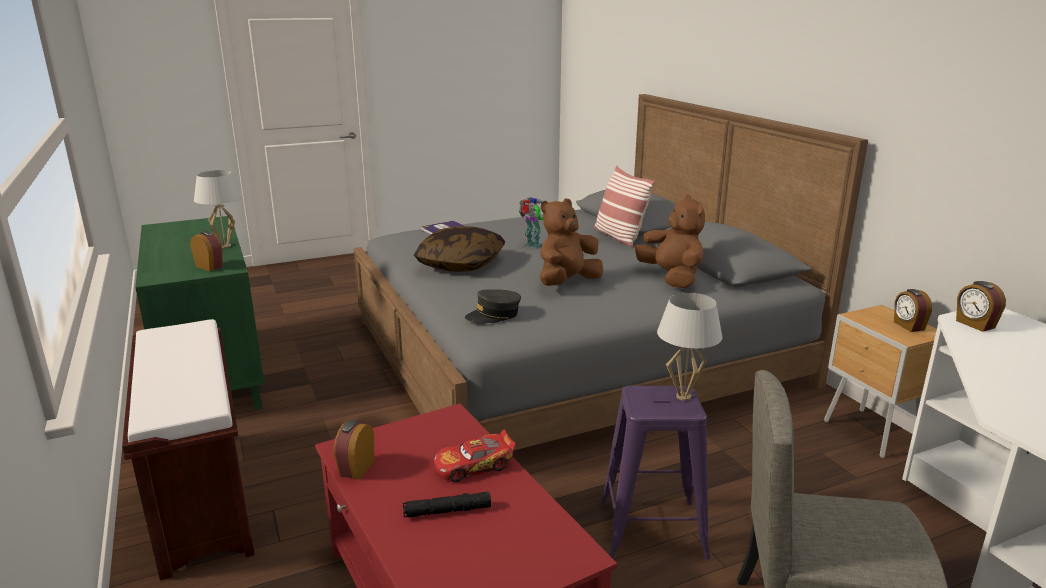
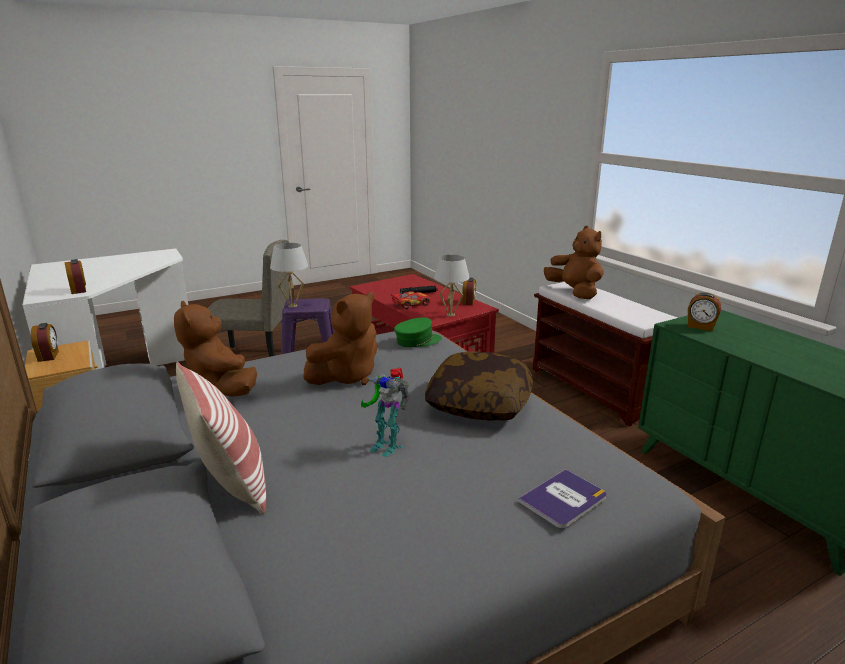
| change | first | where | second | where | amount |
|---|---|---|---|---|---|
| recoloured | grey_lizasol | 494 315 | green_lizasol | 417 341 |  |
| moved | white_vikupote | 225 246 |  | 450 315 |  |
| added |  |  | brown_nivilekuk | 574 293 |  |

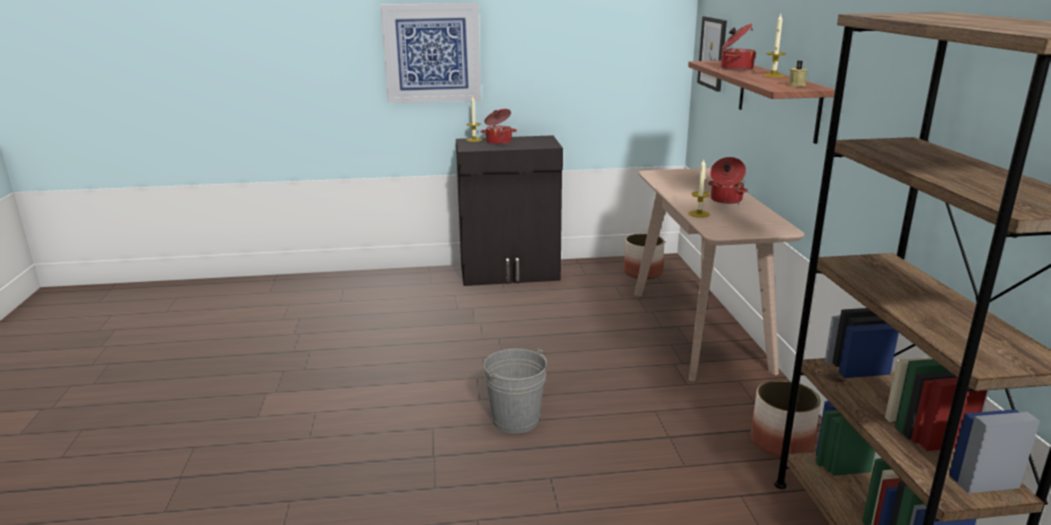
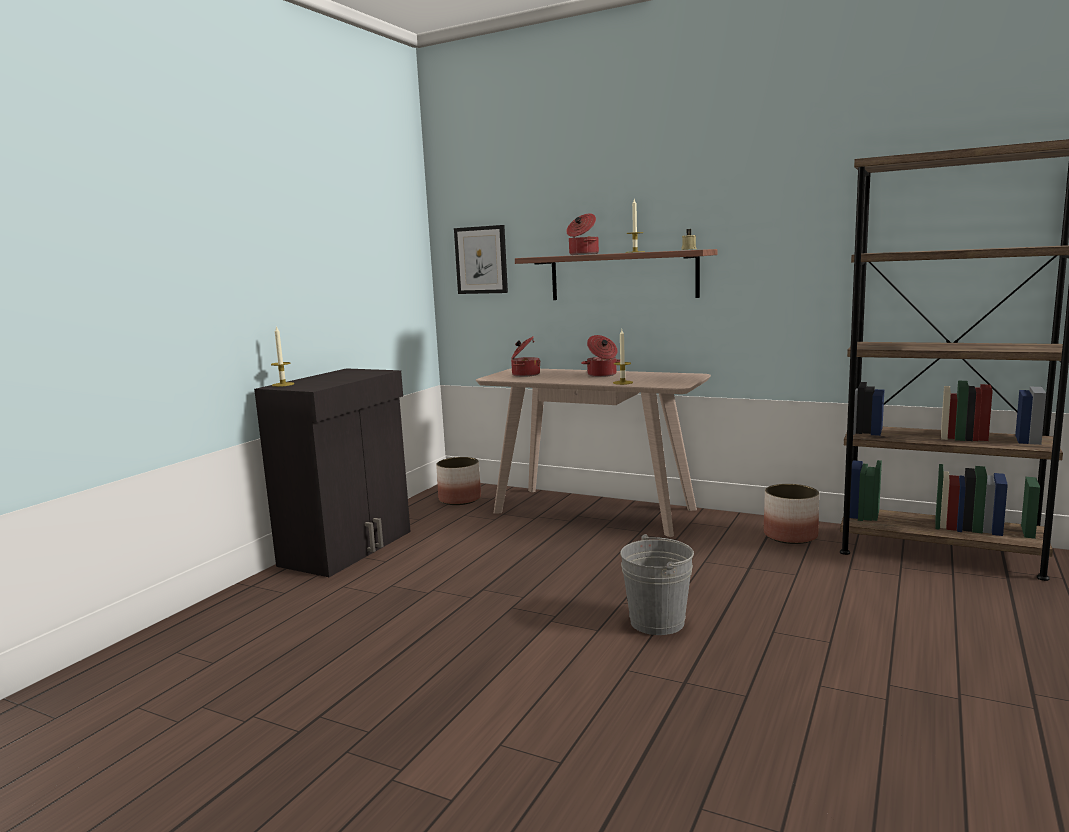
| change | first | where | second | where | amount |
|---|---|---|---|---|---|
| moved | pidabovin | 498 142 |  | 525 374 |  |
| removed | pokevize | 432 53 |  |  |  |

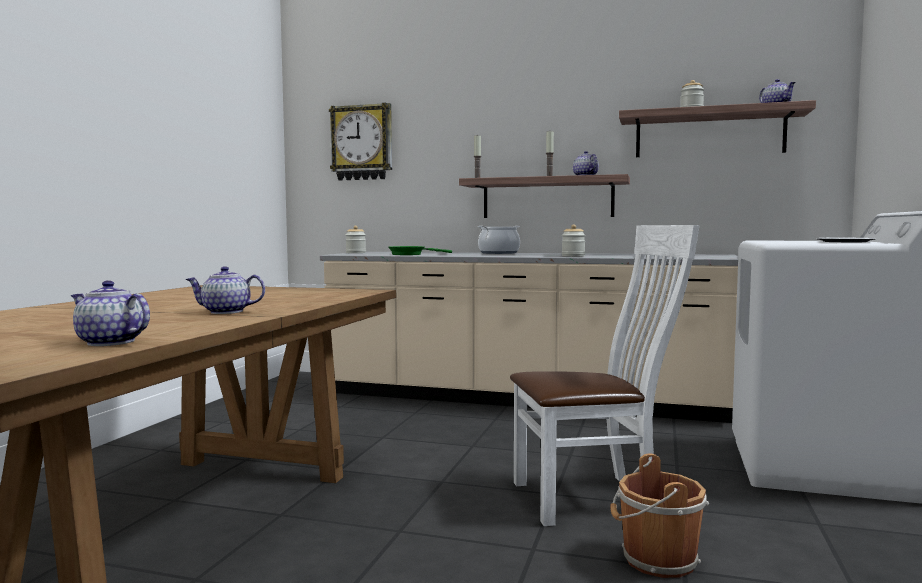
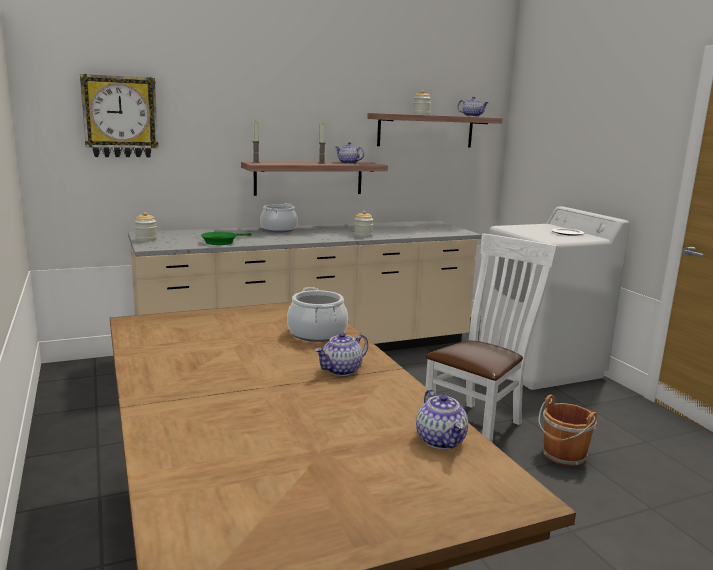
| change | first | where | second | where | amount |
|---|---|---|---|---|---|
| added |  |  | pidabovin | 317 333 |  |
| turned | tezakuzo | 109 342 |  | 441 440 | 90 degrees counterclockwise |

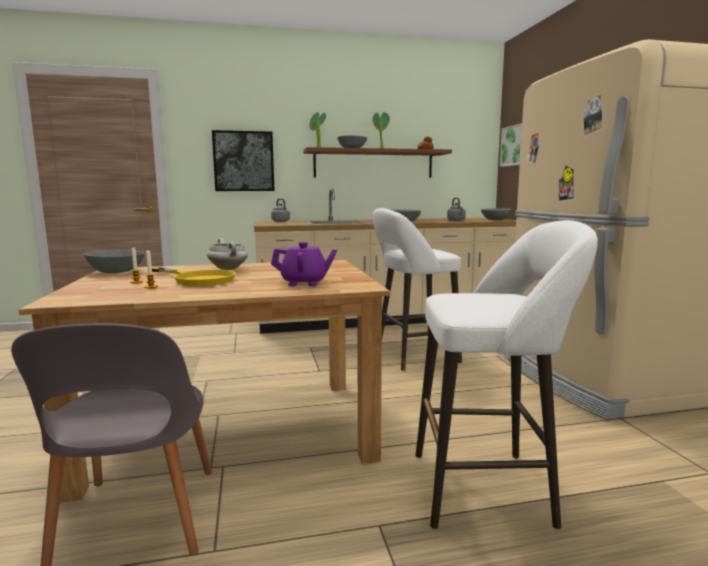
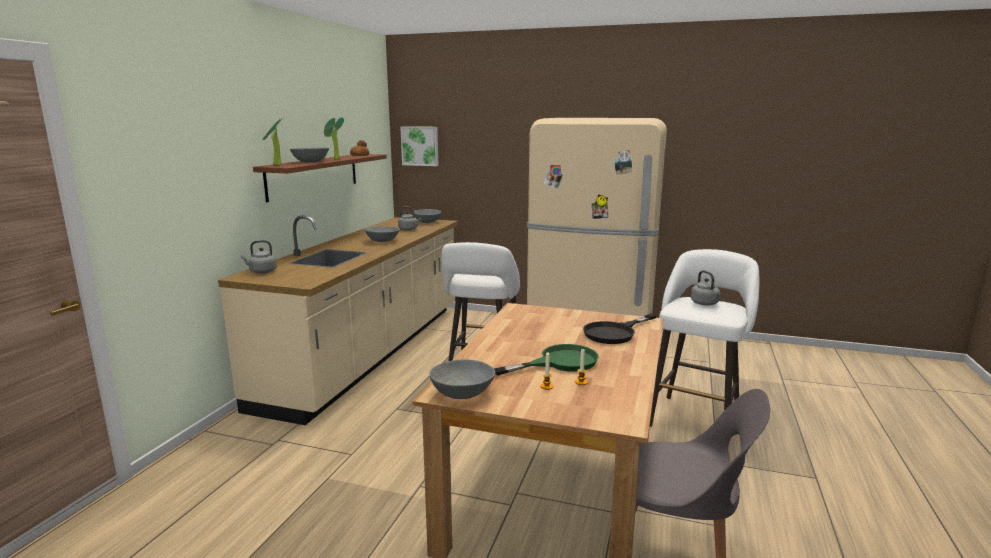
| change | first | where | second | where | amount |
|---|---|---|---|---|---|
| recoloured | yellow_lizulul | 198 279 | green_lizulul | 559 362 |  |
| replaced | purple_tezakuzo | 304 283 | black_lizulul | 615 332 |  |
| added |  |  | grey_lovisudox | 705 304 |  |
| removed | white_pidabovin | 229 269 |  |  |  |
| removed | pokevize | 243 161 |  |  |  |

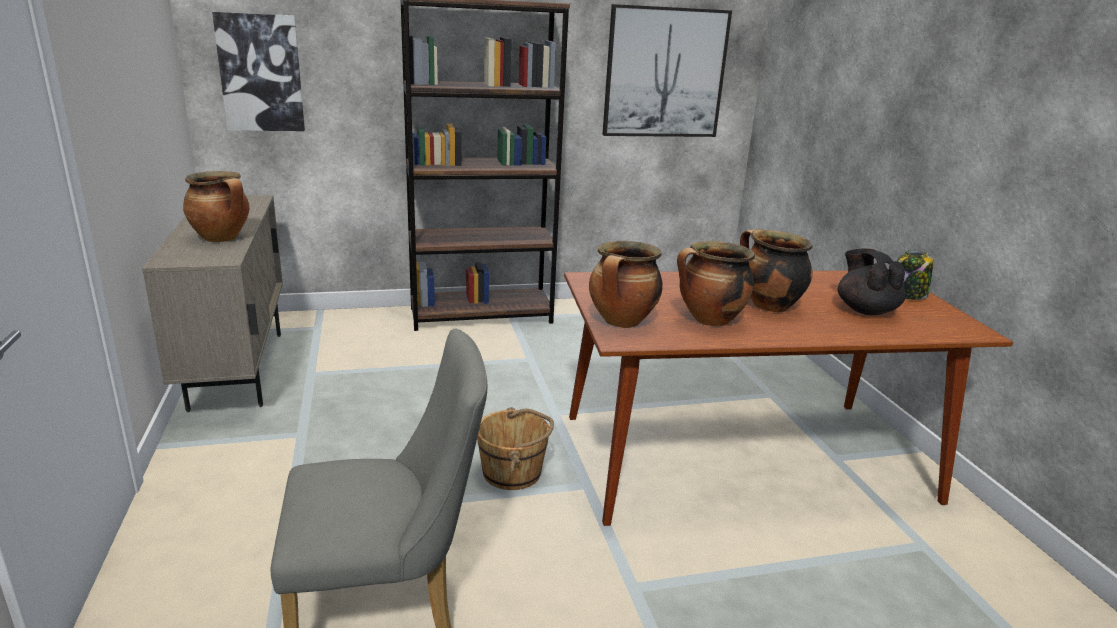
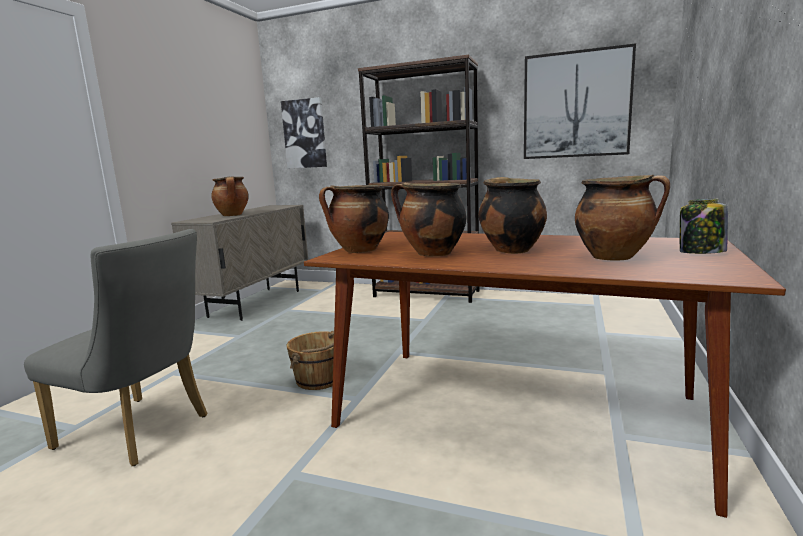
| change | first | where | second | where | amount |
|---|---|---|---|---|---|
| replaced | black_tezakuzo | 865 310 | pidabovin | 615 257 |  |

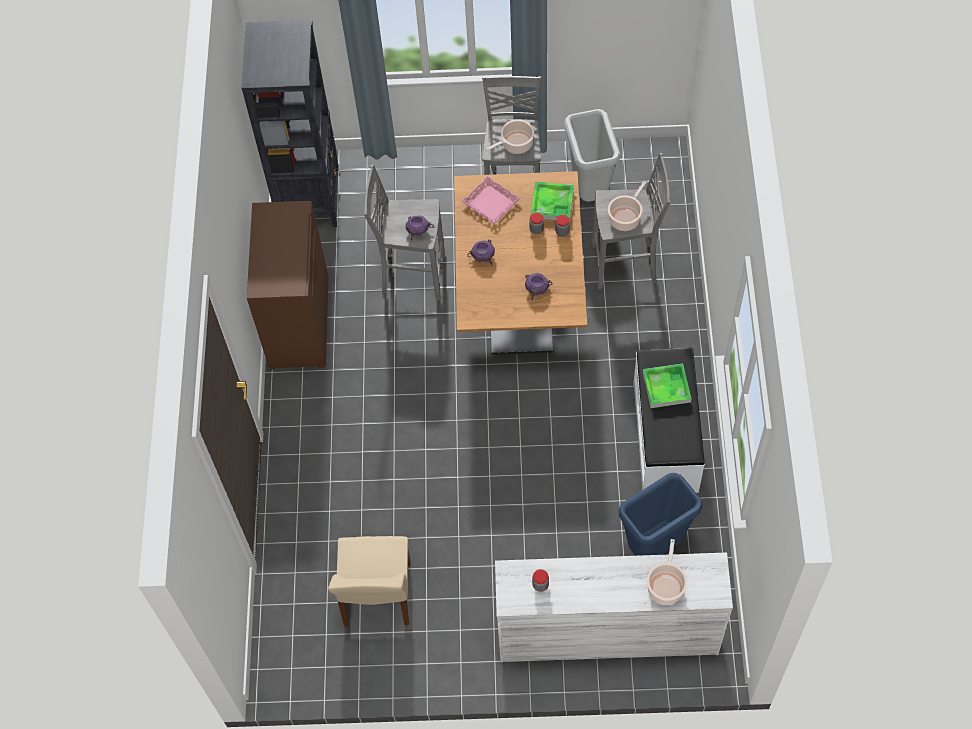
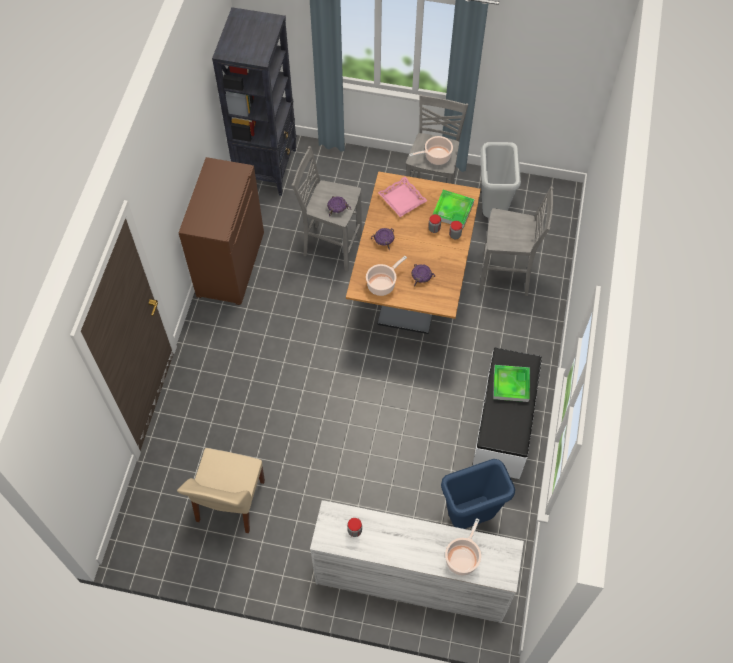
| change | first | where | second | where | amount |
|---|---|---|---|---|---|
| moved | pidabovin | 625 218 |  | 382 284 |  |

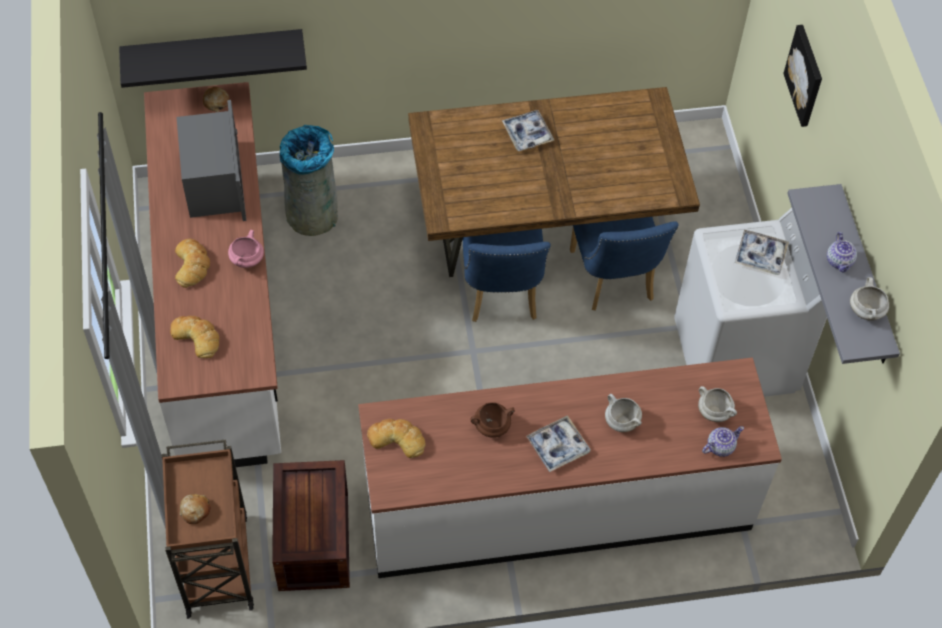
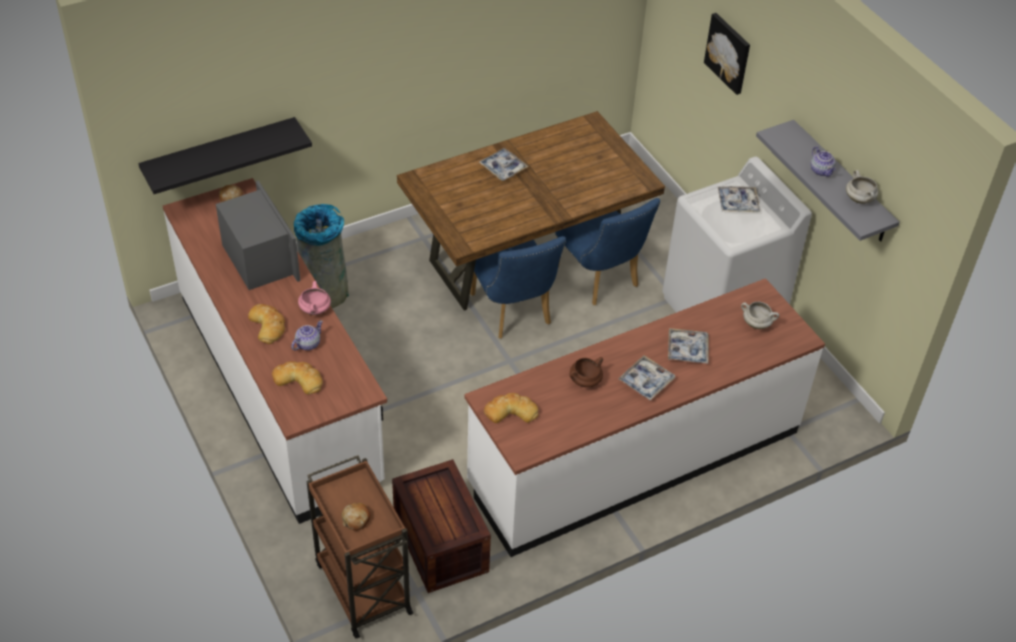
| change | first | where | second | where | amount |
|---|---|---|---|---|---|
| moved | tezakuzo | 720 447 |  | 307 344 |  |
| replaced | white_pidabovin | 621 421 | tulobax | 687 350 |  |

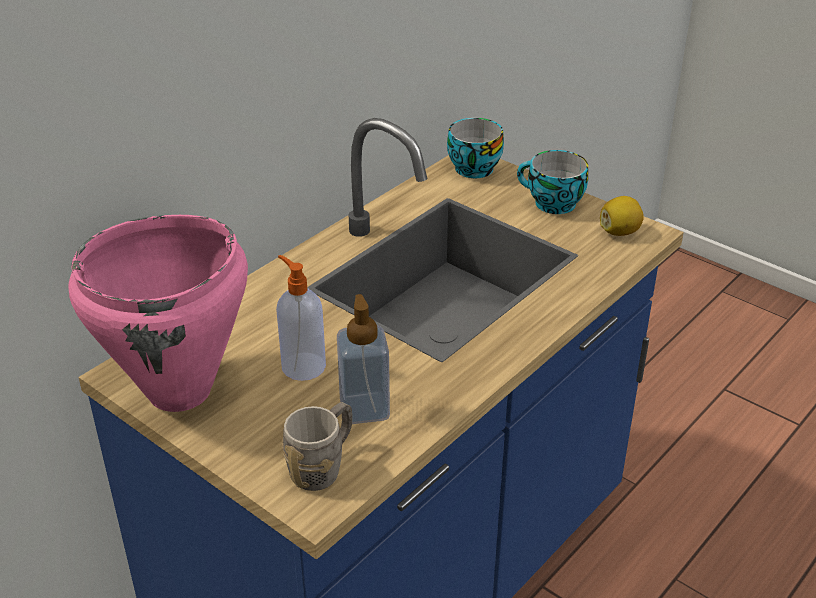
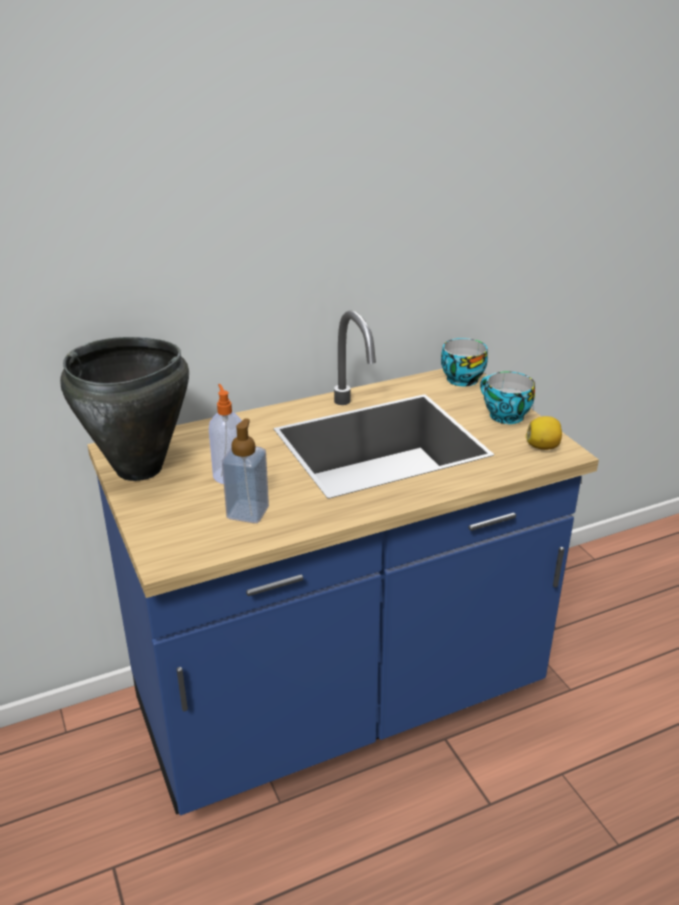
| change | first | where | second | where | amount |
|---|---|---|---|---|---|
| recoloured | pink_pidabovin | 181 391 | black_pidabovin | 139 469 |  |
| removed | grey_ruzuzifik | 323 466 |  |  |  |

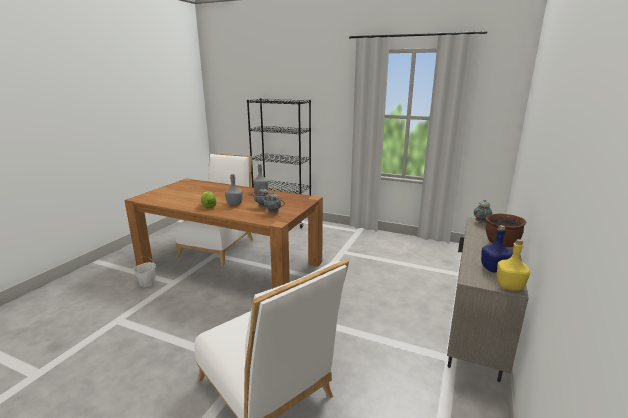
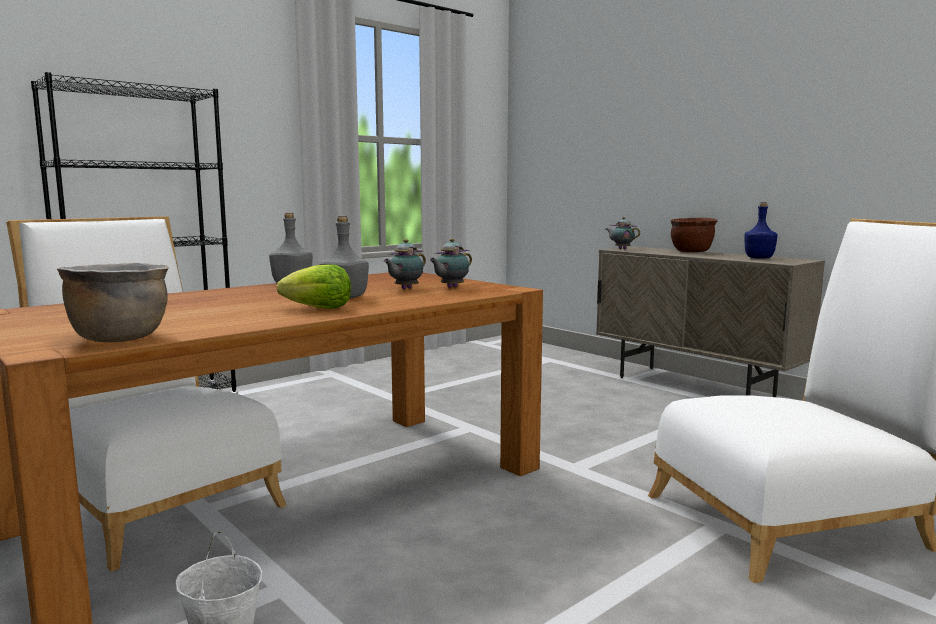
| change | first | where | second | where | amount |
|---|---|---|---|---|---|
| added |  |  | brown_pidabovin | 120 338 |  |
| removed | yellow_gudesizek | 509 286 |  |  |  |

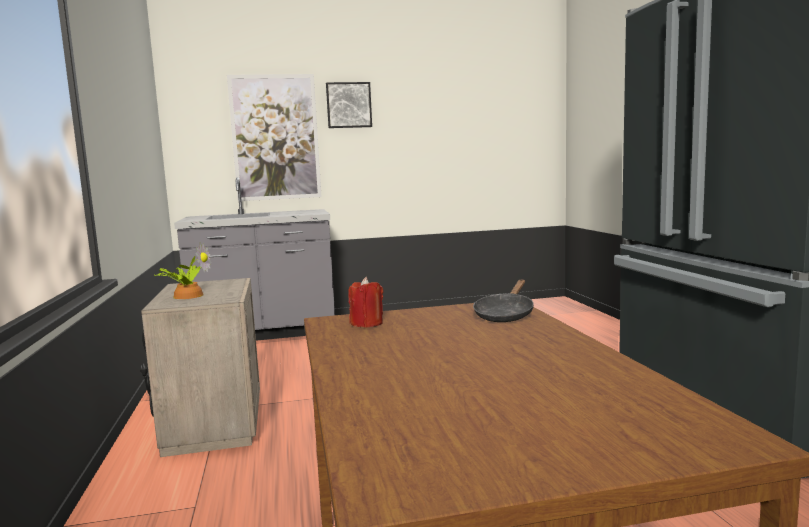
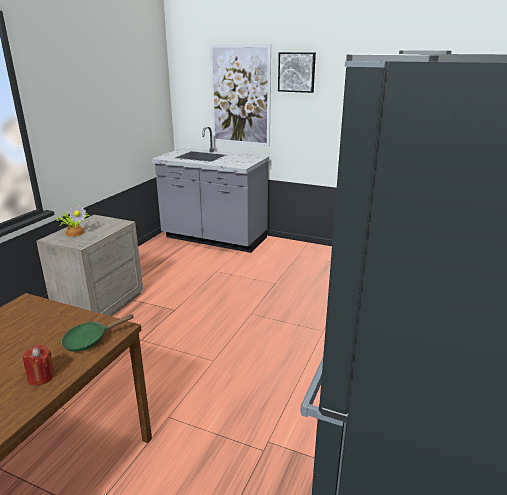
| change | first | where | second | where | amount |
|---|---|---|---|---|---|
| moved | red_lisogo | 366 323 |  | 41 377 |  |
| recoloured | black_lizulul | 505 314 | green_lizulul | 90 340 |  |

